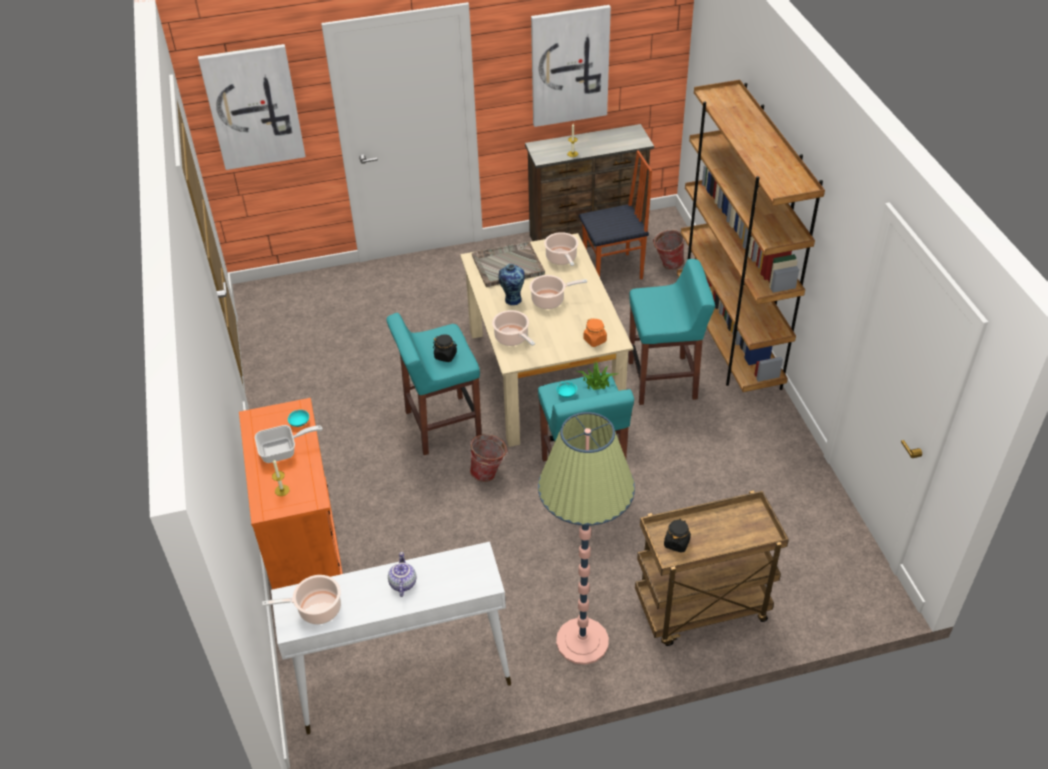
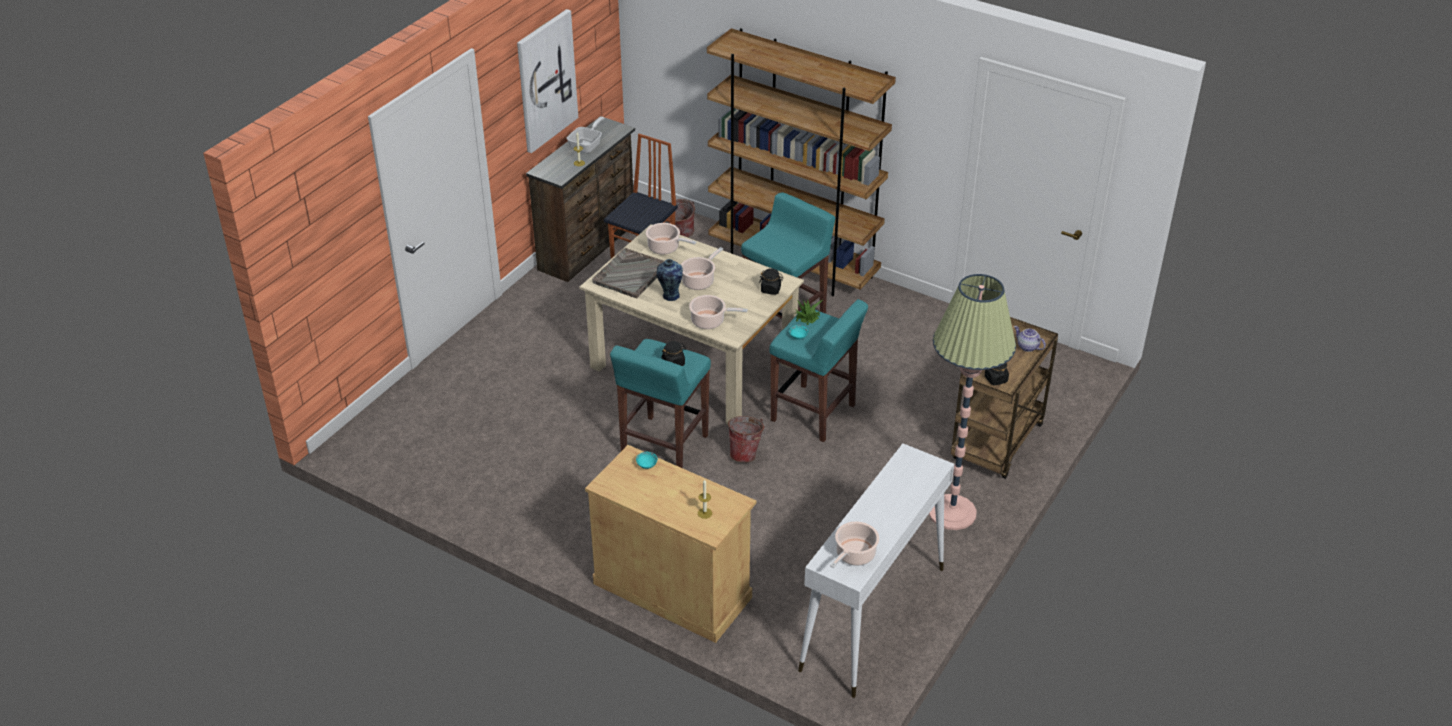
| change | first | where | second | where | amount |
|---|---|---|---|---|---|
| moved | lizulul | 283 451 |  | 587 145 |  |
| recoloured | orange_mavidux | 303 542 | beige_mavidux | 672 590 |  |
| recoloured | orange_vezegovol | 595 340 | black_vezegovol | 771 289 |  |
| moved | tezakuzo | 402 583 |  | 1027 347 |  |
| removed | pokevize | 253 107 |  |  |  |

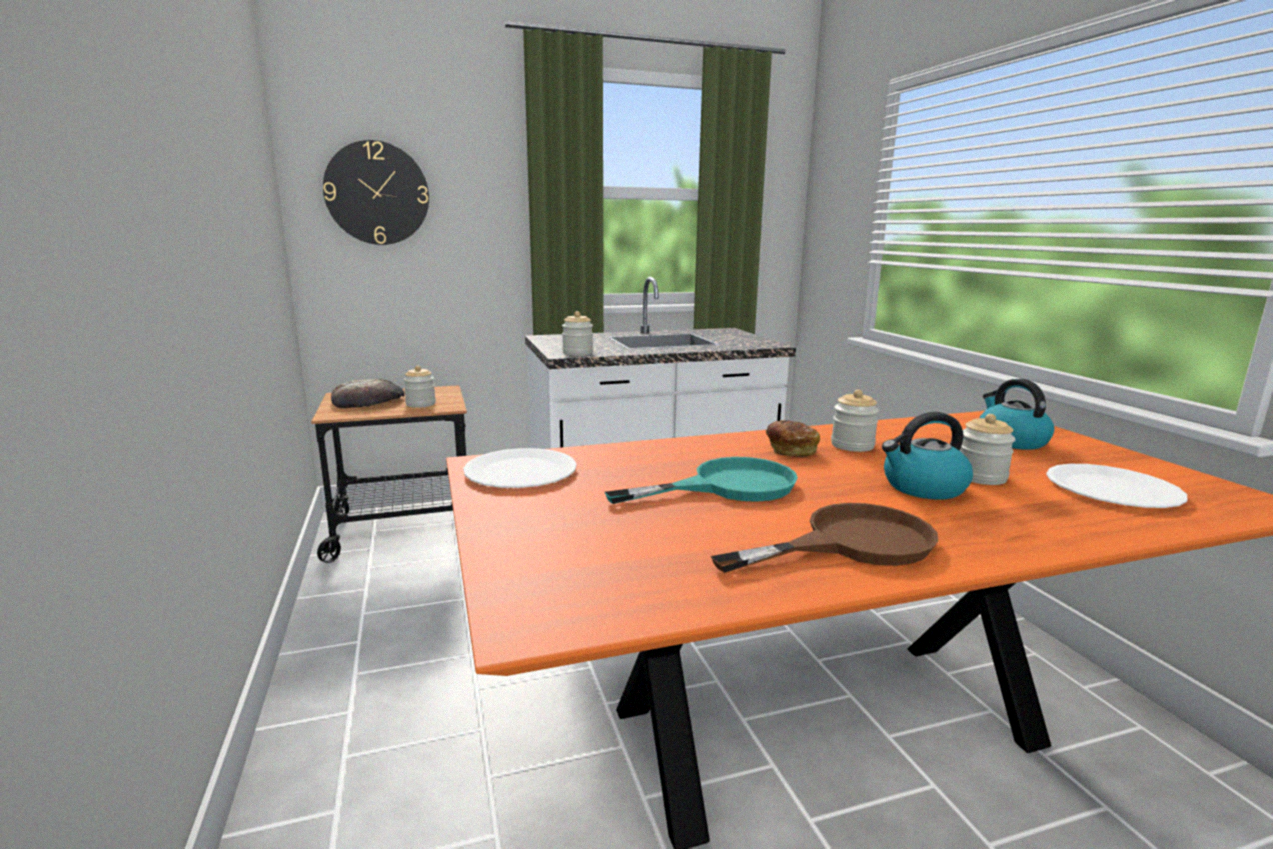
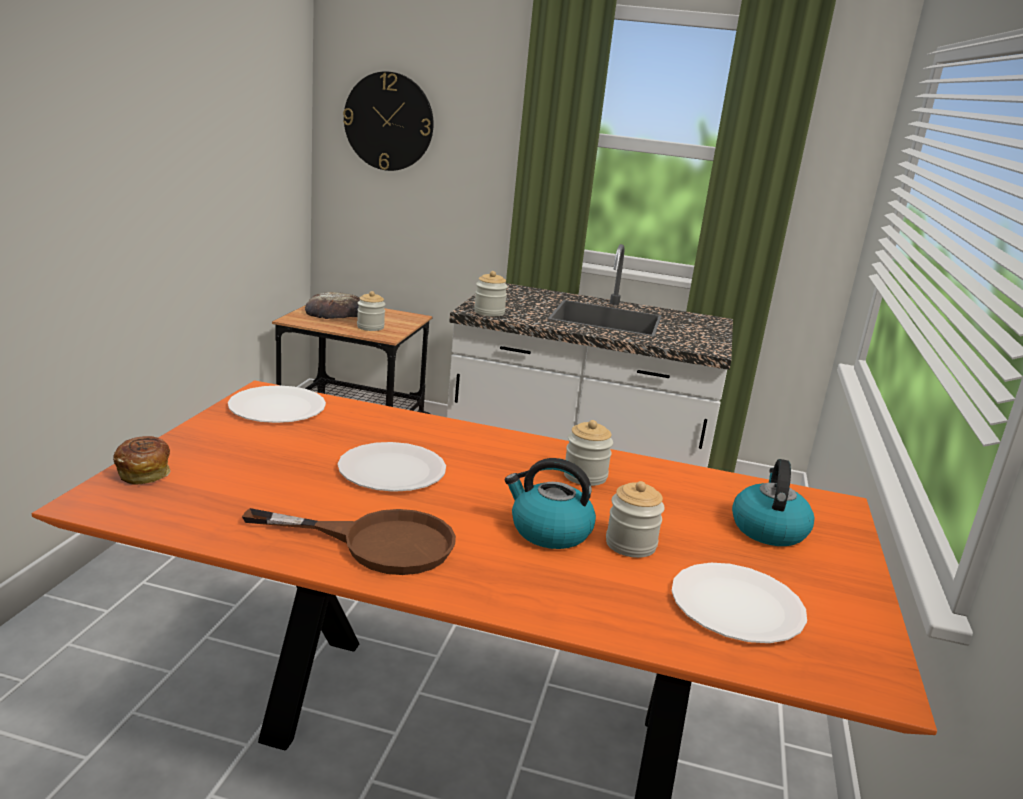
| change | first | where | second | where | amount |
|---|---|---|---|---|---|
| moved | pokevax | 790 450 |  | 144 472 |  |
| replaced | turquoise_lizulul | 727 486 | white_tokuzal | 392 470 |  |

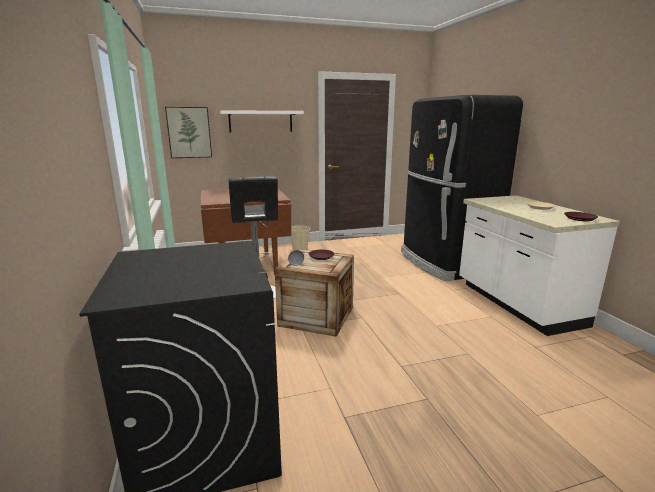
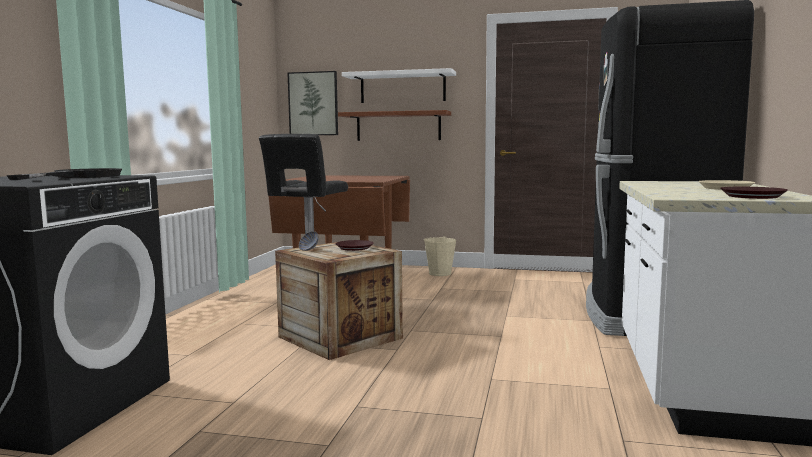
| change | first | where | second | where | amount |
|---|---|---|---|---|---|
| added |  |  | black_lizulul | 79 177 |  |
| added |  |  | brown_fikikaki | 398 126 |  |

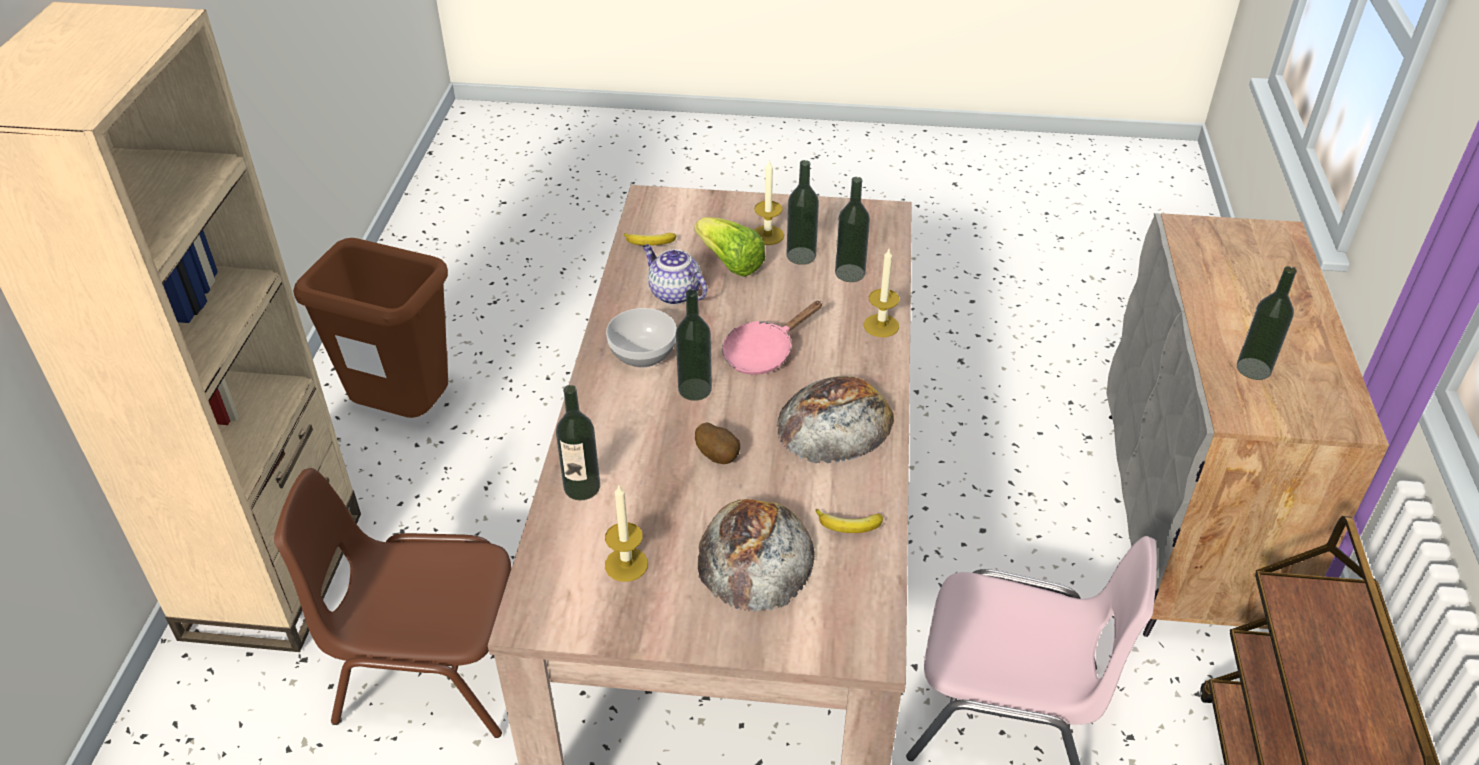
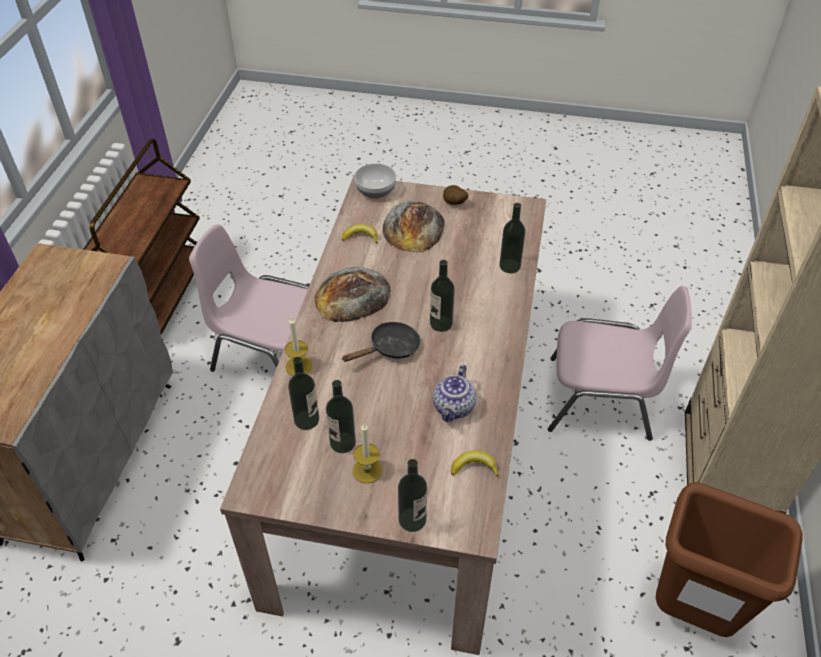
| change | first | where | second | where | amount |
|---|---|---|---|---|---|
| recoloured | pink_lizulul | 763 353 | black_lizulul | 390 348 |  |
| moved | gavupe | 644 354 |  | 375 191 |  |
| moved | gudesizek | 1253 368 |  | 412 519 |  |
| turned | tezakuzo | 673 293 |  | 454 408 | 60 degrees clockwise |
| moved | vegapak | 719 456 |  | 454 204 |  |
| recoloured | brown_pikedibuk | 431 663 | pink_pikedibuk | 601 400 |  |
| removed | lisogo | 626 564 |  |  |  |
| removed | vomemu | 730 263 |  |  |  |

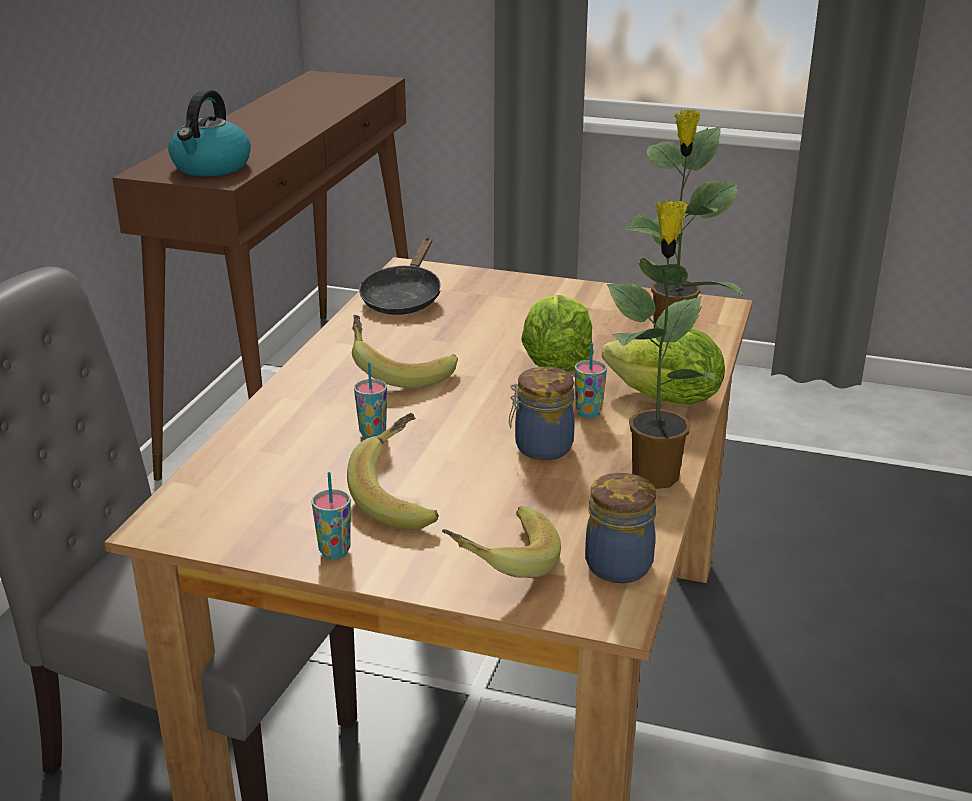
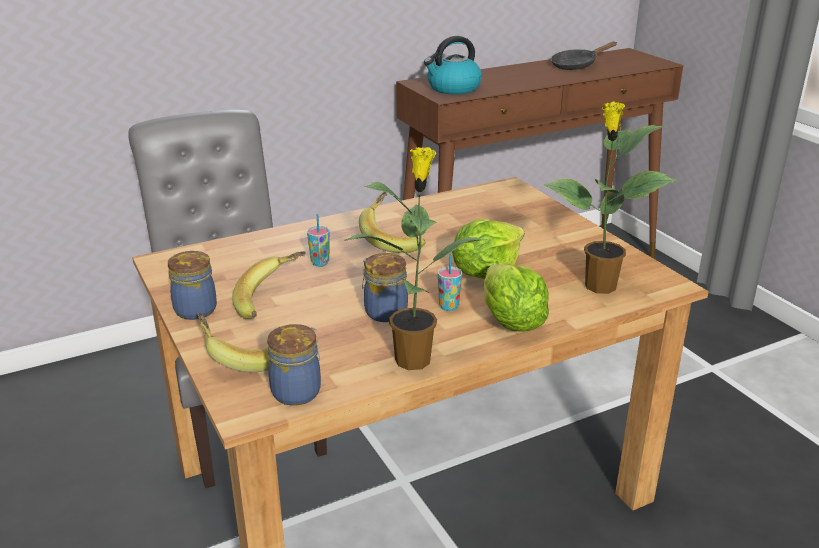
| change | first | where | second | where | amount |
|---|---|---|---|---|---|
| replaced | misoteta | 334 551 | vezegovol | 196 309 |  |
| moved | black_lizulul | 403 298 |  | 577 65 |  |

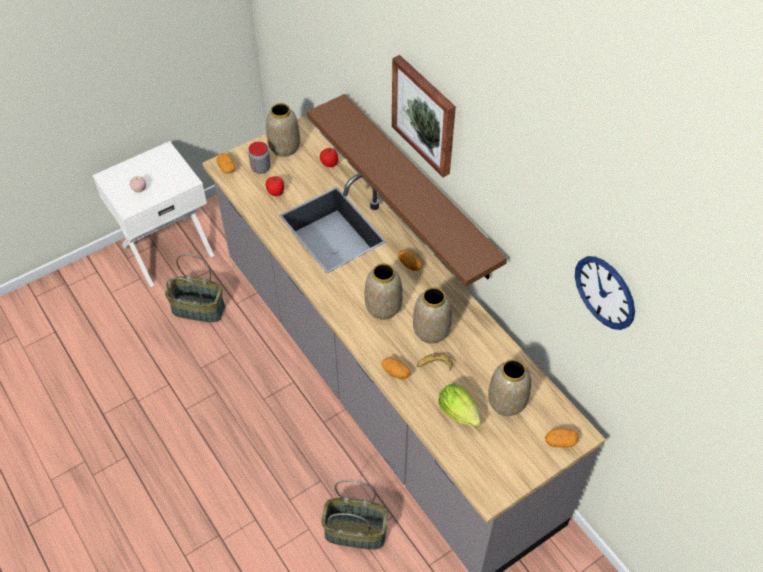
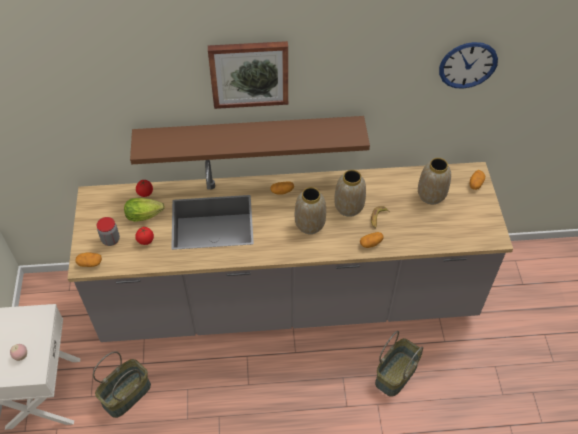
| change | first | where | second | where | amount |
|---|---|---|---|---|---|
| moved | vomemu | 460 414 |  | 146 215 |  |
| removed | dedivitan | 284 148 |  |  |  |

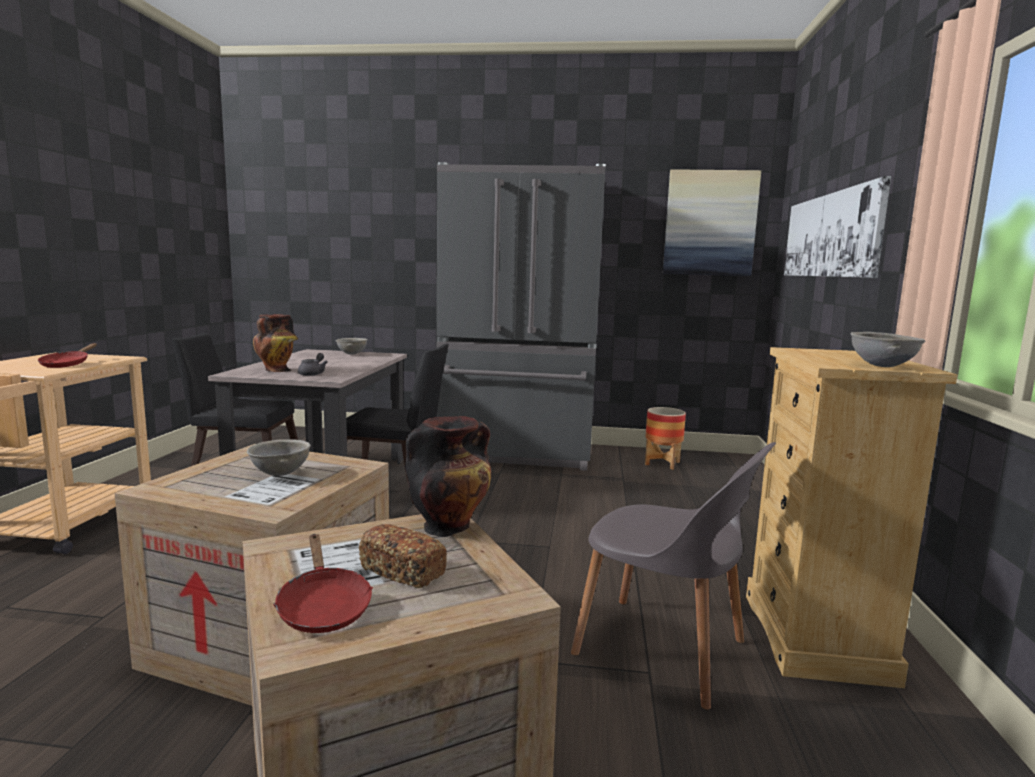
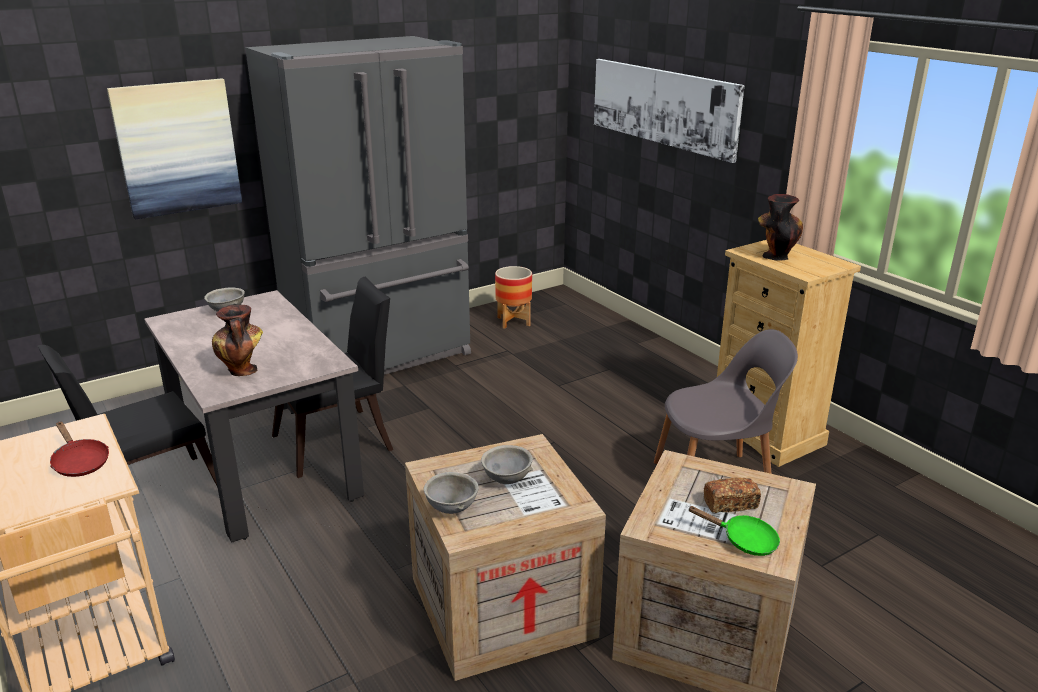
| change | first | where | second | where | amount |
|---|---|---|---|---|---|
| moved | pokevize | 710 223 |  | 177 148 |  |
| moved | grey_gavupe | 883 366 |  | 452 508 |  |
| recoloured | red_lizulul | 323 607 | green_lizulul | 744 541 |  |
| moved | dedivitan | 449 526 |  | 775 255 |  |
| removed | grey_tezakuzo | 313 374 |  |  |  |

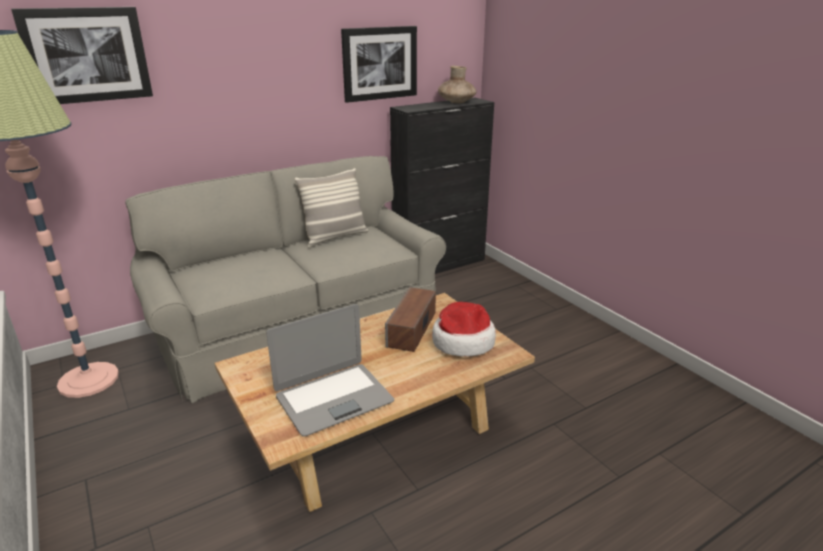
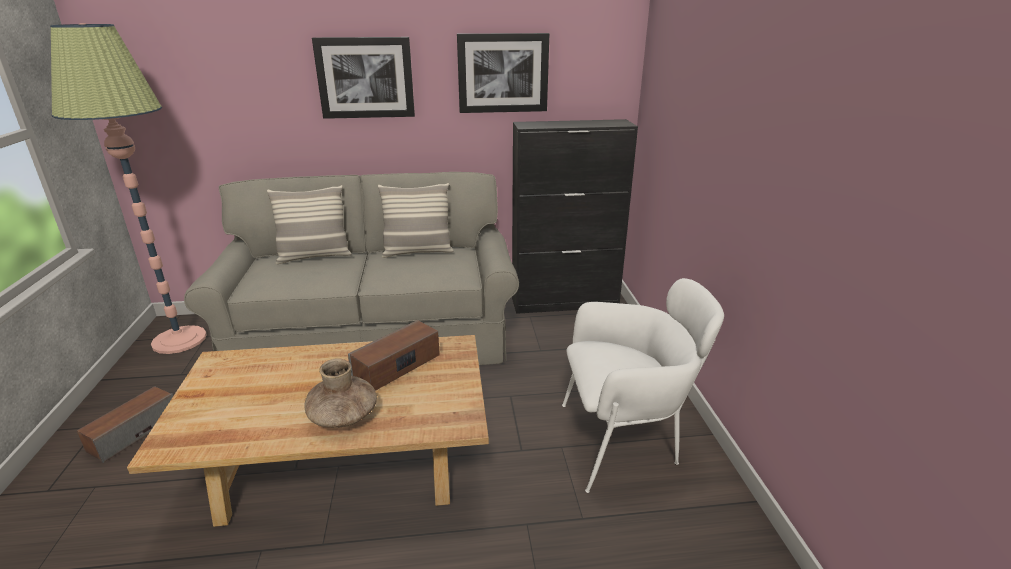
| change | first | where | second | where | amount |
|---|---|---|---|---|---|
| added |  |  | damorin | 134 432 |  |
| added |  |  | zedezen | 314 256 |  |
| moved | brown_dedivitan | 456 102 |  | 343 416 |  |
| moved | pokevize | 87 55 |  | 365 78 |  |
| added |  |  | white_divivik | 625 442 |  |
| removed | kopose | 333 398 |  |  |  |
| removed | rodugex | 462 341 |  |  |  |

